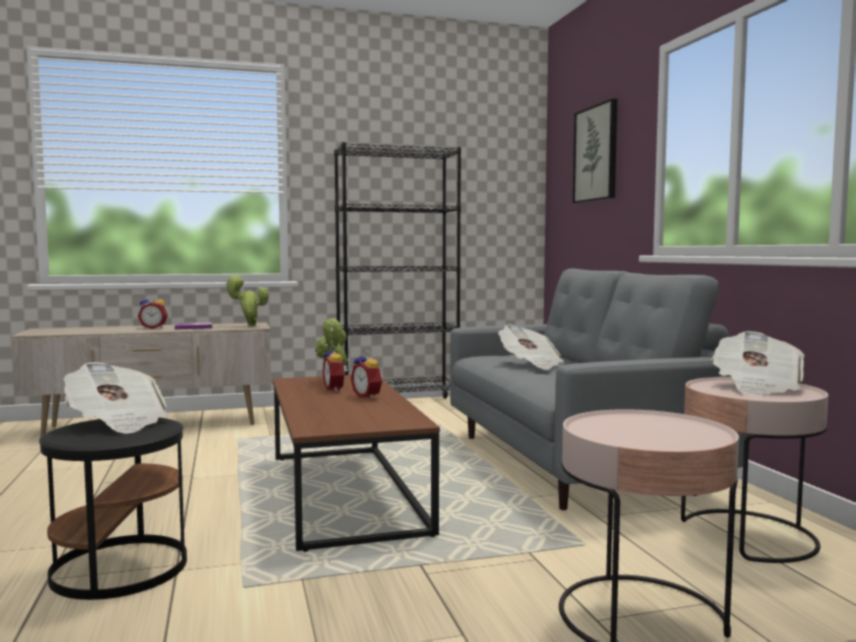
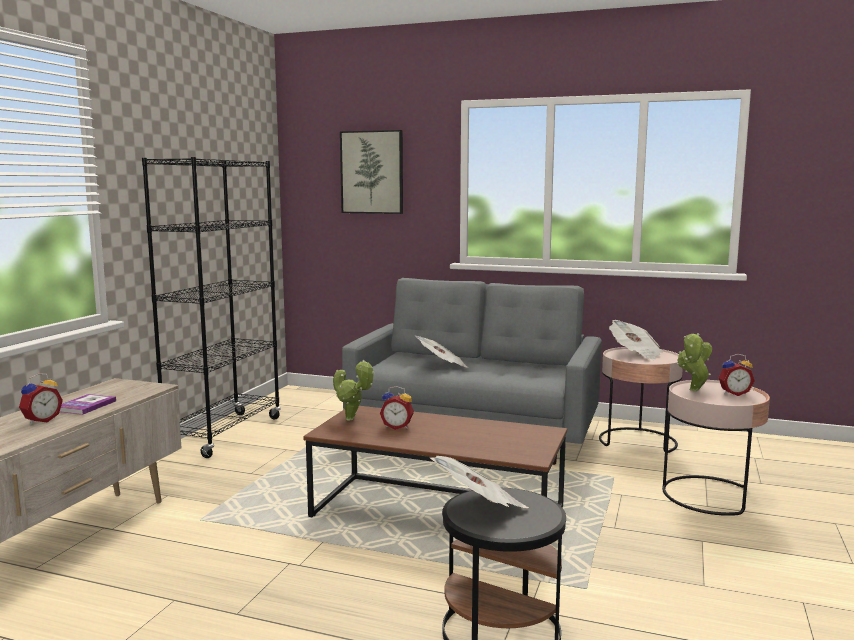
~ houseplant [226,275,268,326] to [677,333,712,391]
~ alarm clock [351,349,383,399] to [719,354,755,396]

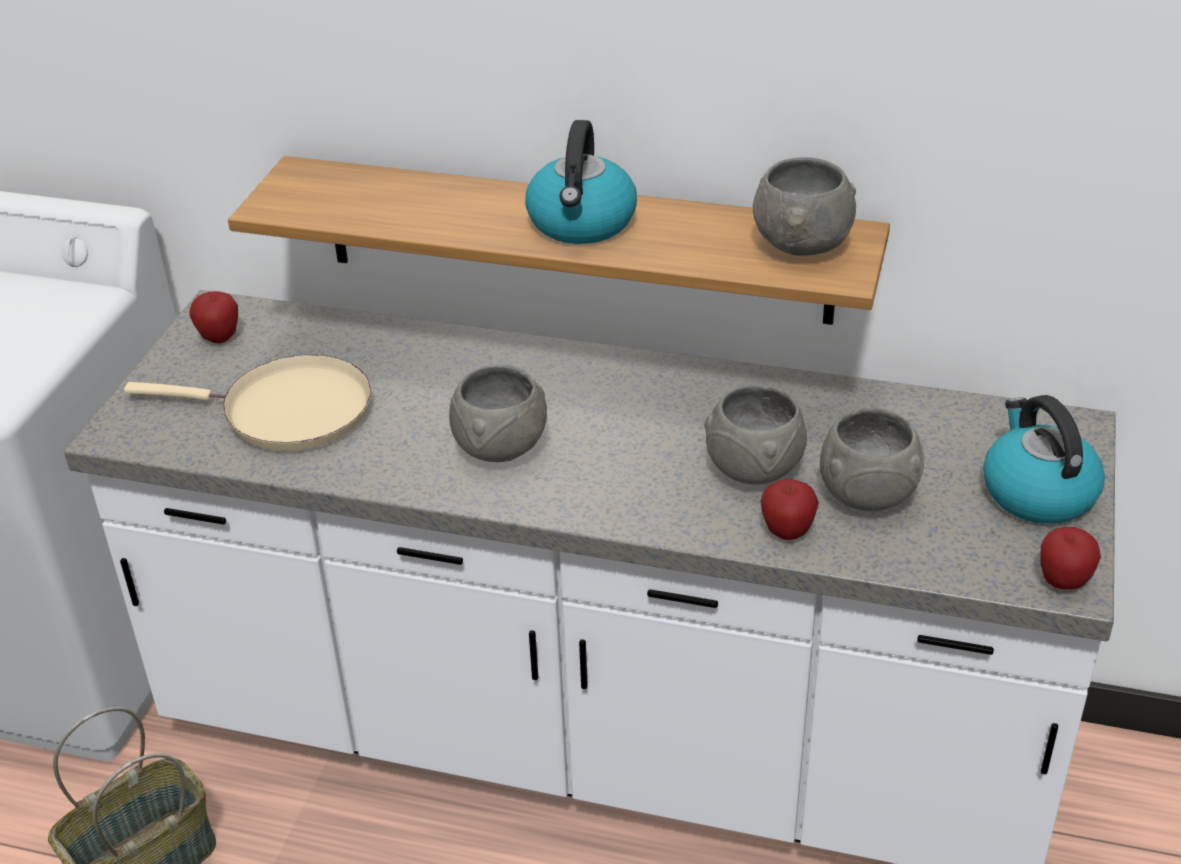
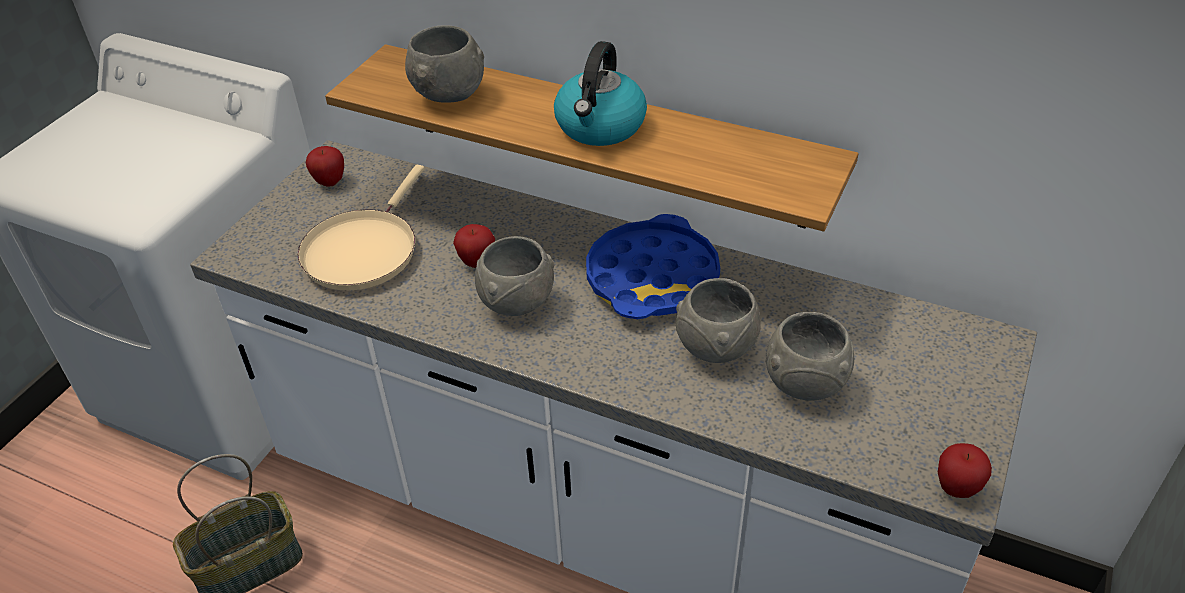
~ pan in beige [124,355,371,450] = [298,165,425,290] 90 degrees clockwise
~ bowl in greyish [753,157,856,256] to [405,25,484,102]
~ whole apple [760,479,819,540] to [453,224,495,268]
- tea kettle [983,395,1105,524]
+ tray in blue-coloured [586,214,720,319]

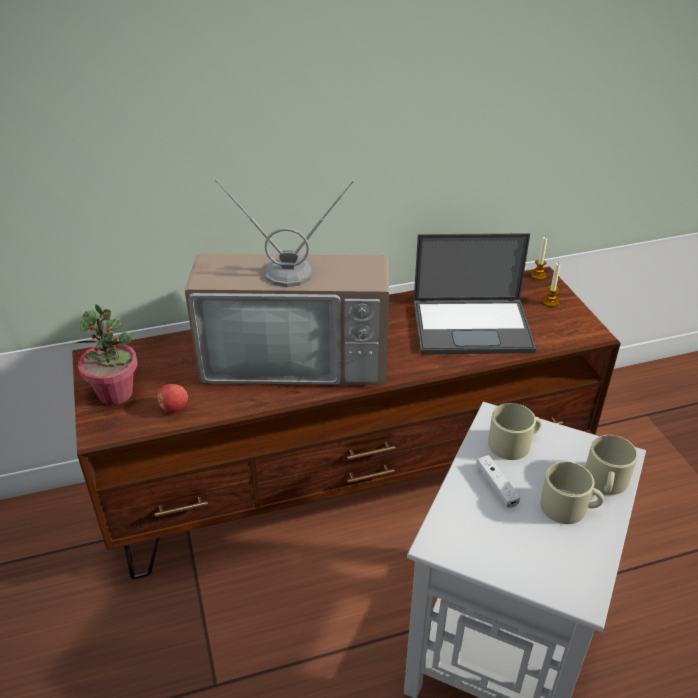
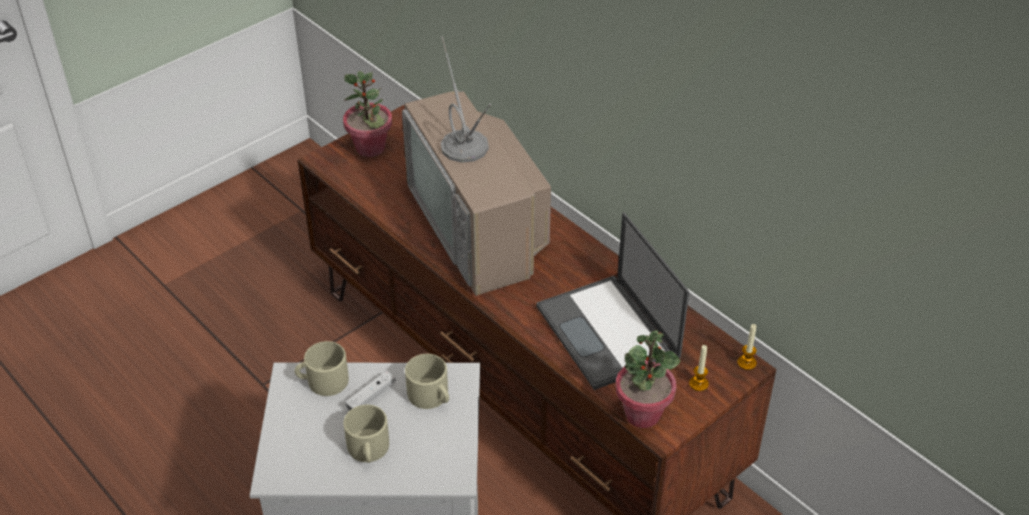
- whole apple [157,384,188,413]
~ tea mug in beige [585,435,638,495] to [294,341,349,396]
+ houseplant [615,330,680,428]

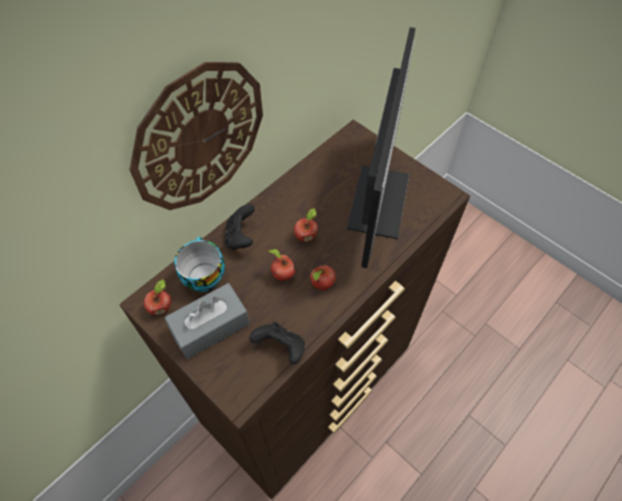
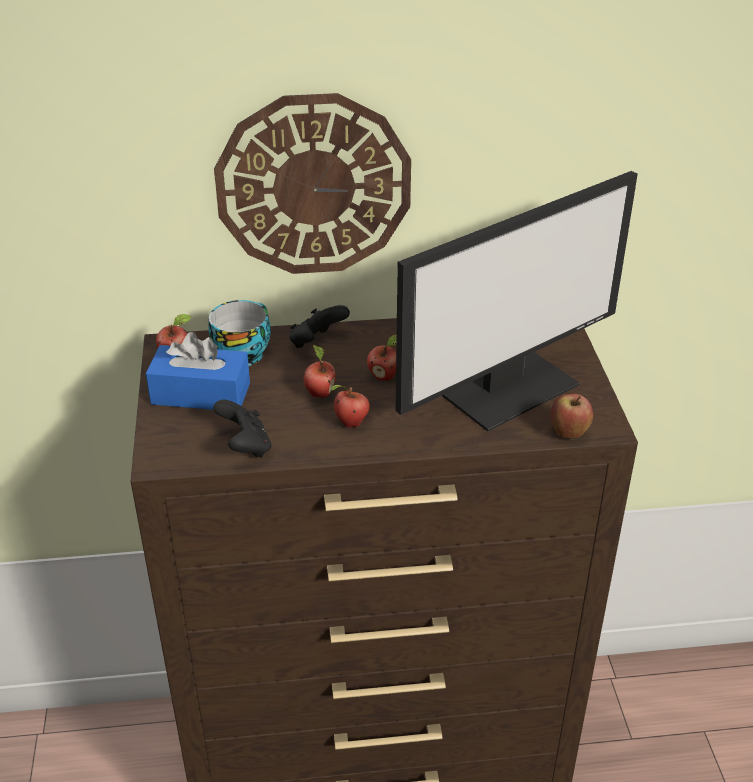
~ tissue box in greyish [165,283,250,359] to tissue box in blue-coloured [146,332,250,410]
+ whole apple [550,394,593,438]

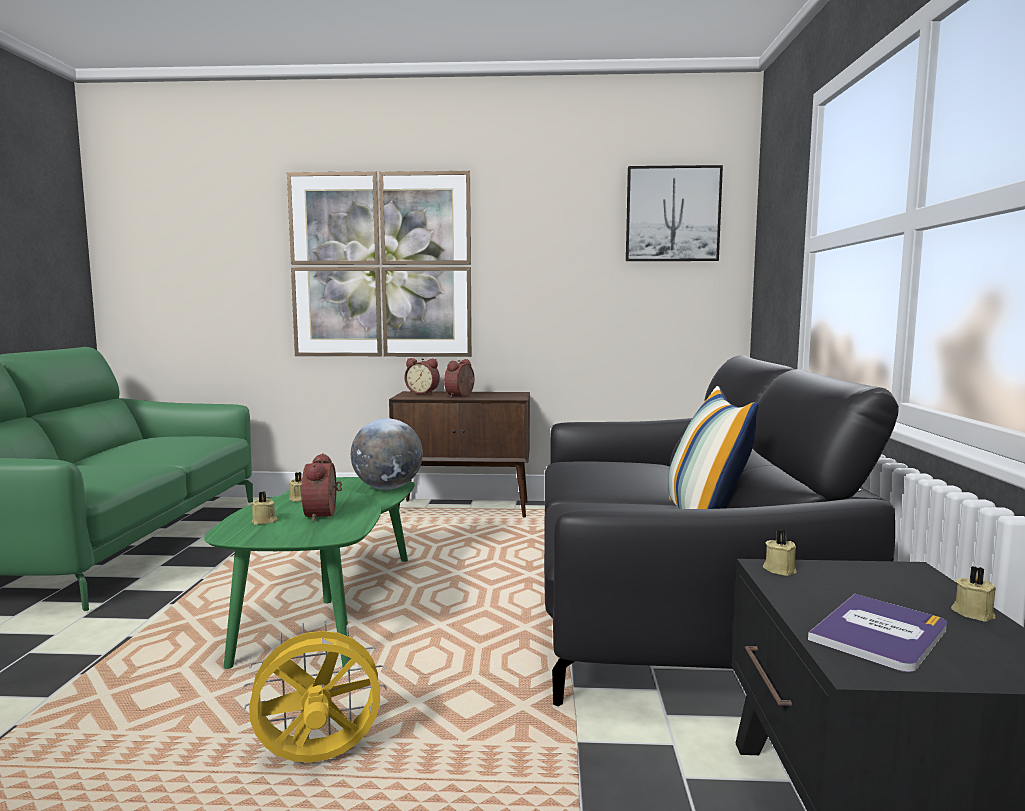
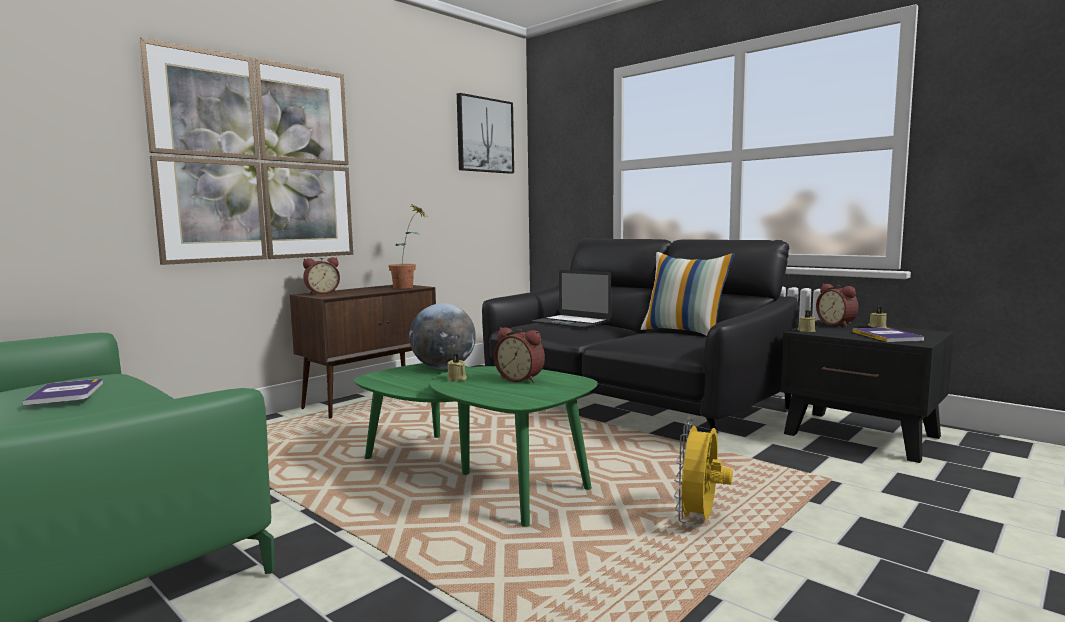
- wax light in beige [252,491,277,525]
~ alarm clock [444,359,474,398] to [816,284,858,327]
+ bound book [23,379,103,406]
+ houseplant [389,205,426,289]
+ laptop [532,270,611,328]

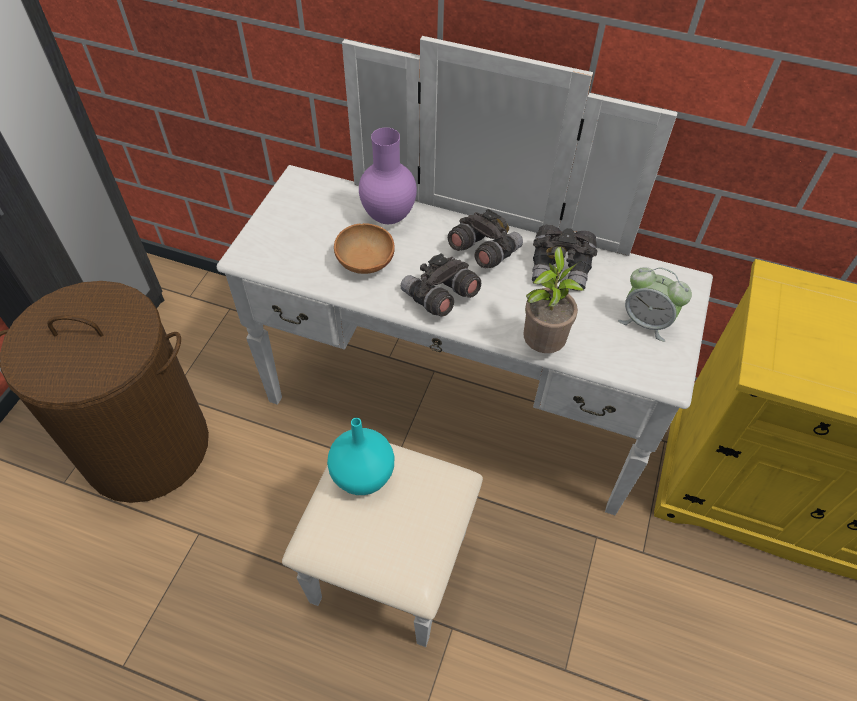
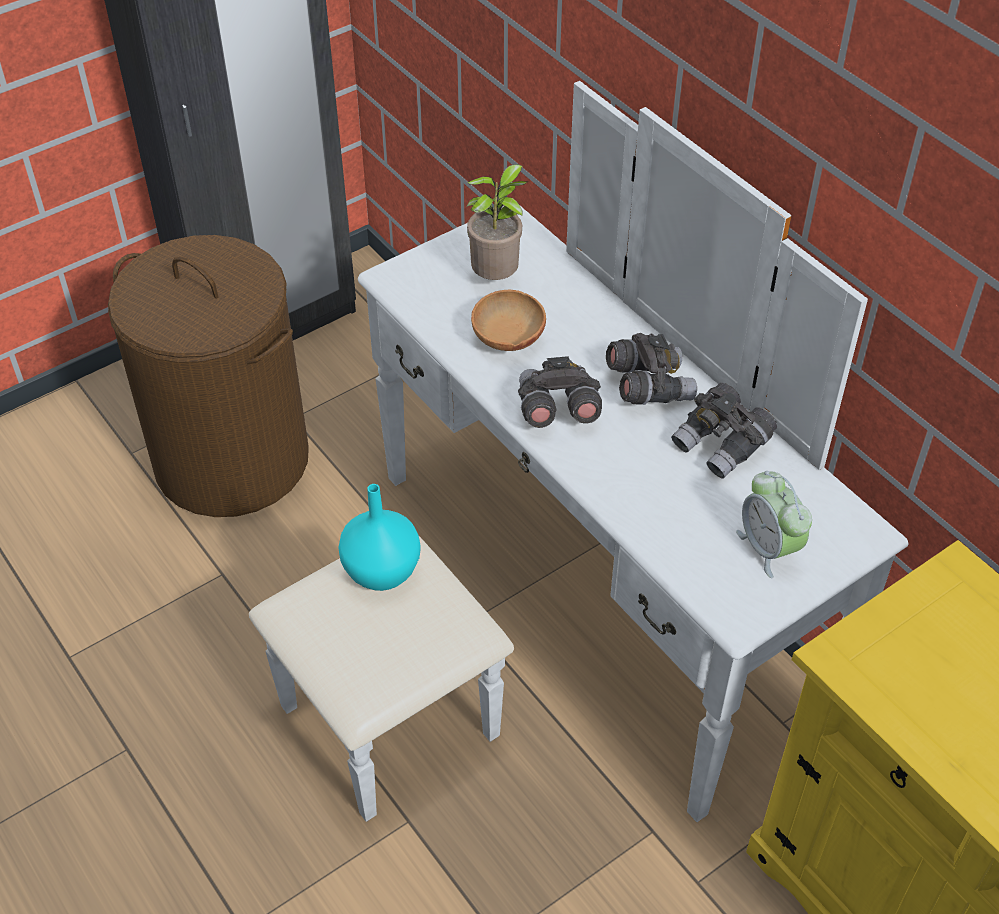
- decorative vase in purple-coloured [359,128,417,224]
~ houseplant [523,247,584,353] to [467,164,527,280]

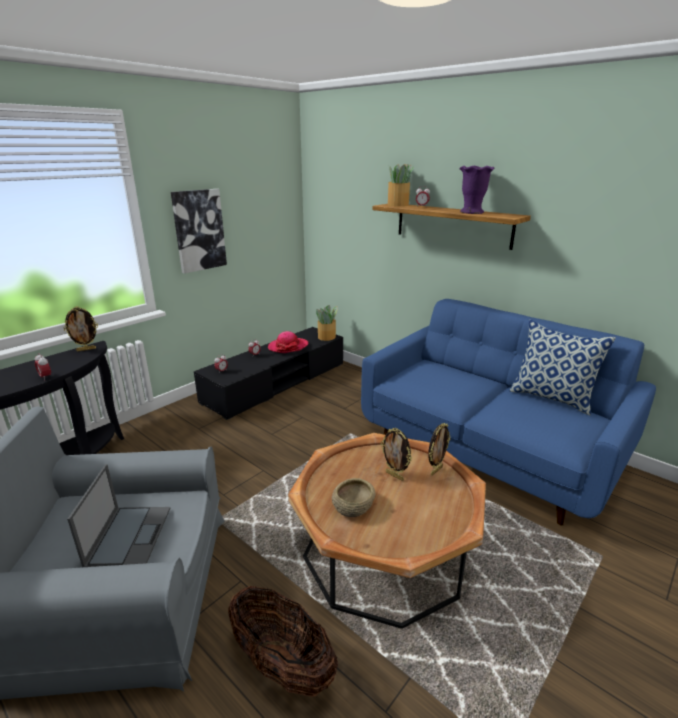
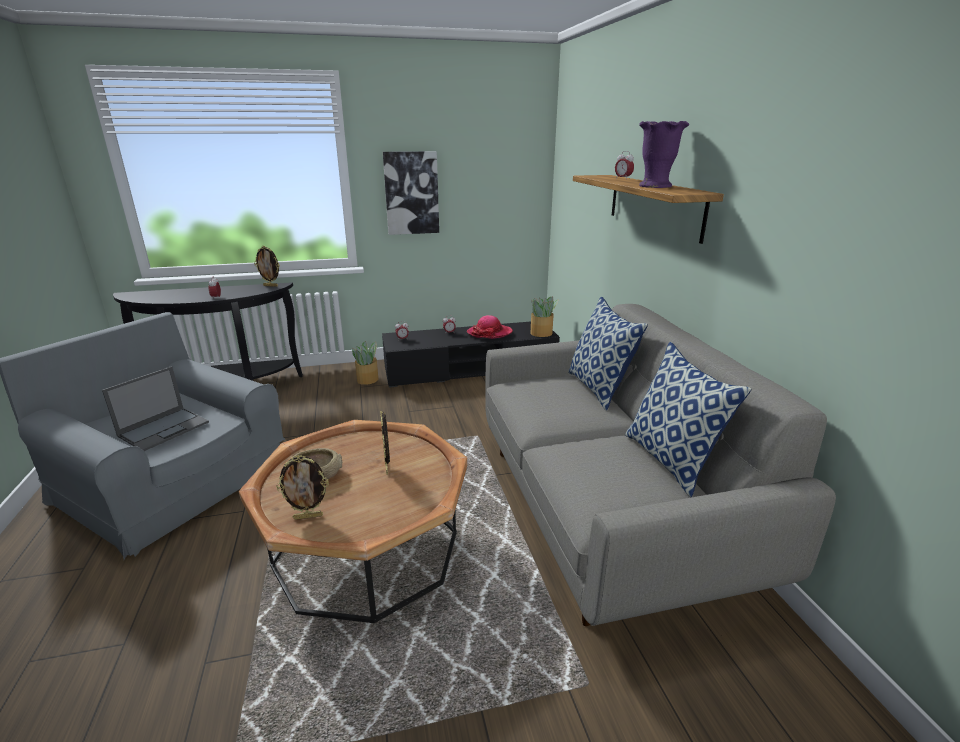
- household basket [228,586,338,697]
~ sofa in blue-coloured [361,299,656,526] to sofa in greyish [485,304,836,626]
~ houseplant [388,164,414,207] to [352,341,378,385]
~ picture frame [428,423,450,476] to [276,455,329,520]
+ cushion [568,297,648,411]

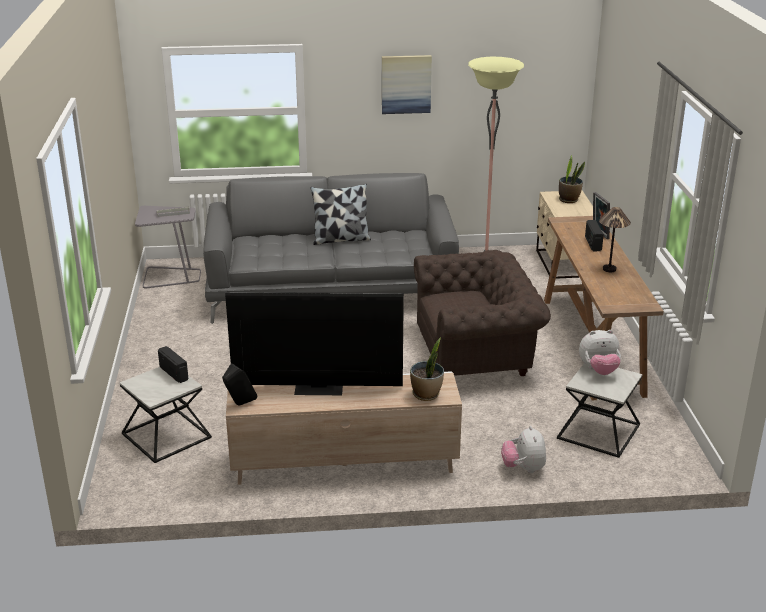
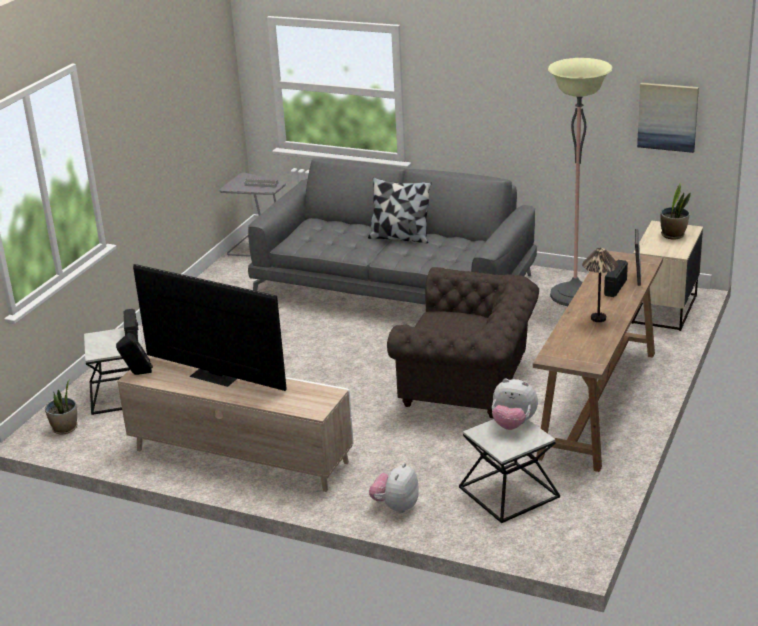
~ wall art [382,55,432,114] to [637,83,699,153]
~ houseplant [410,338,444,401] to [45,379,77,434]

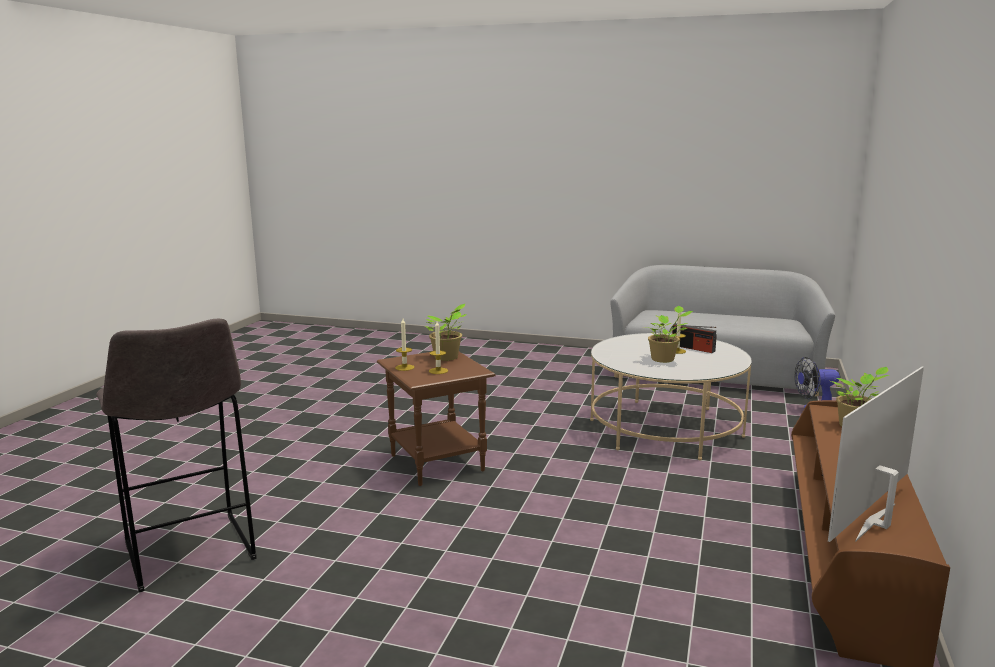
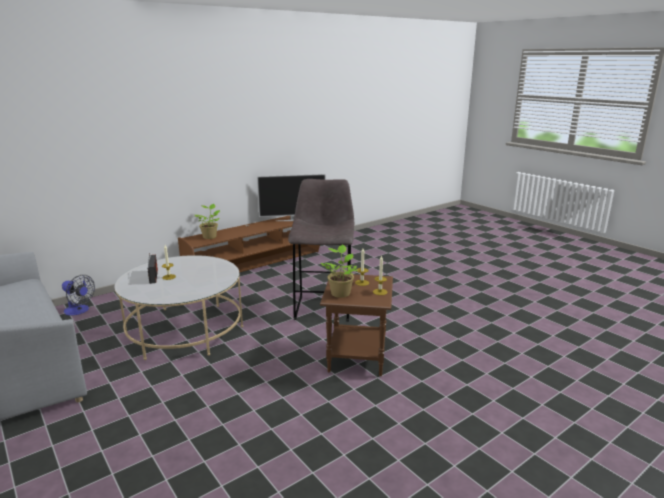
~ stool seat in greyish [96,319,256,593] to [288,179,354,322]
- houseplant [646,306,693,363]

